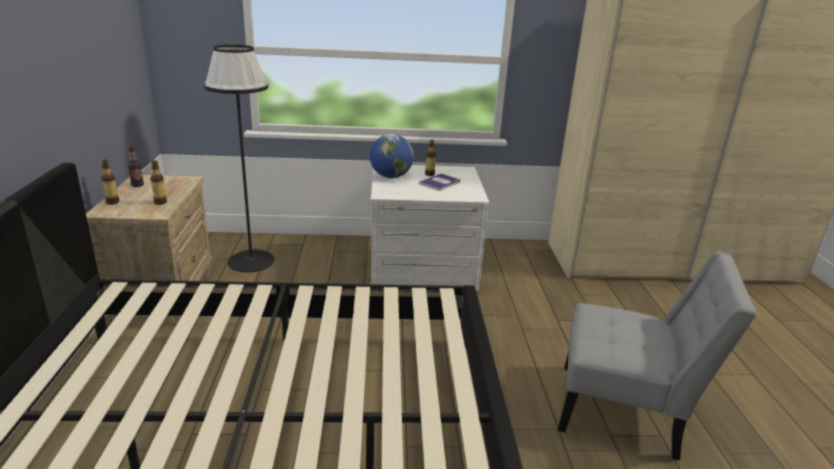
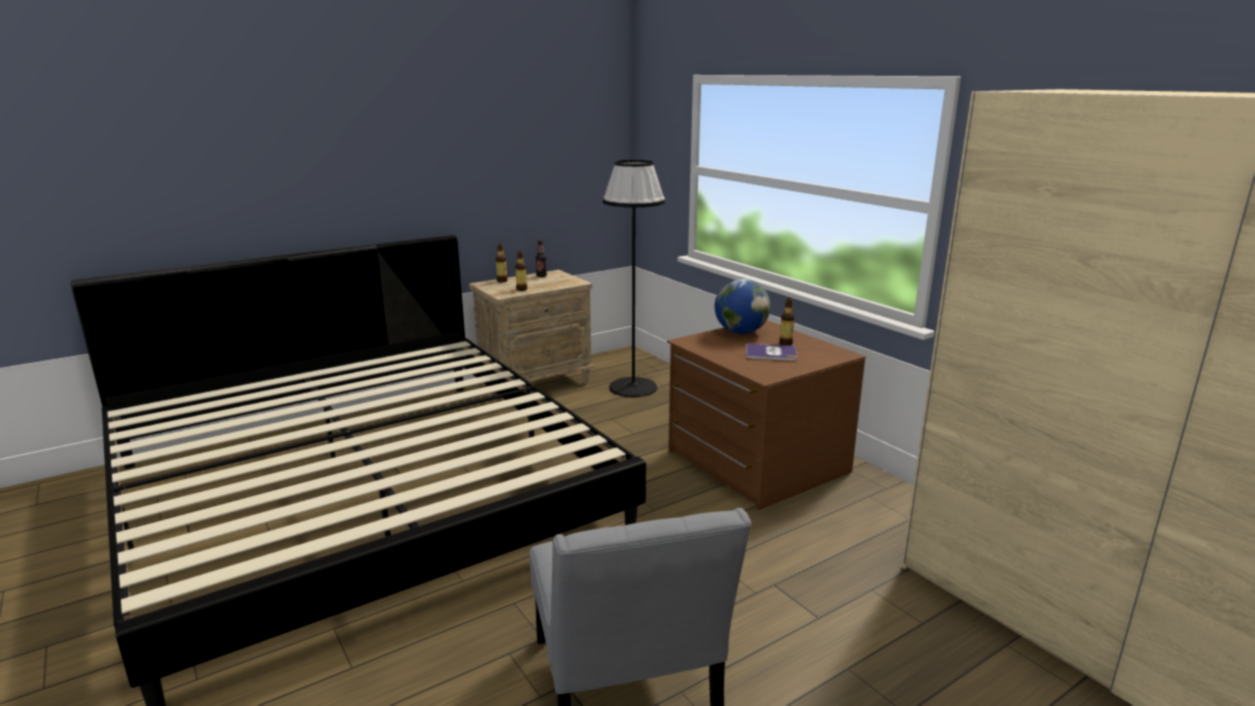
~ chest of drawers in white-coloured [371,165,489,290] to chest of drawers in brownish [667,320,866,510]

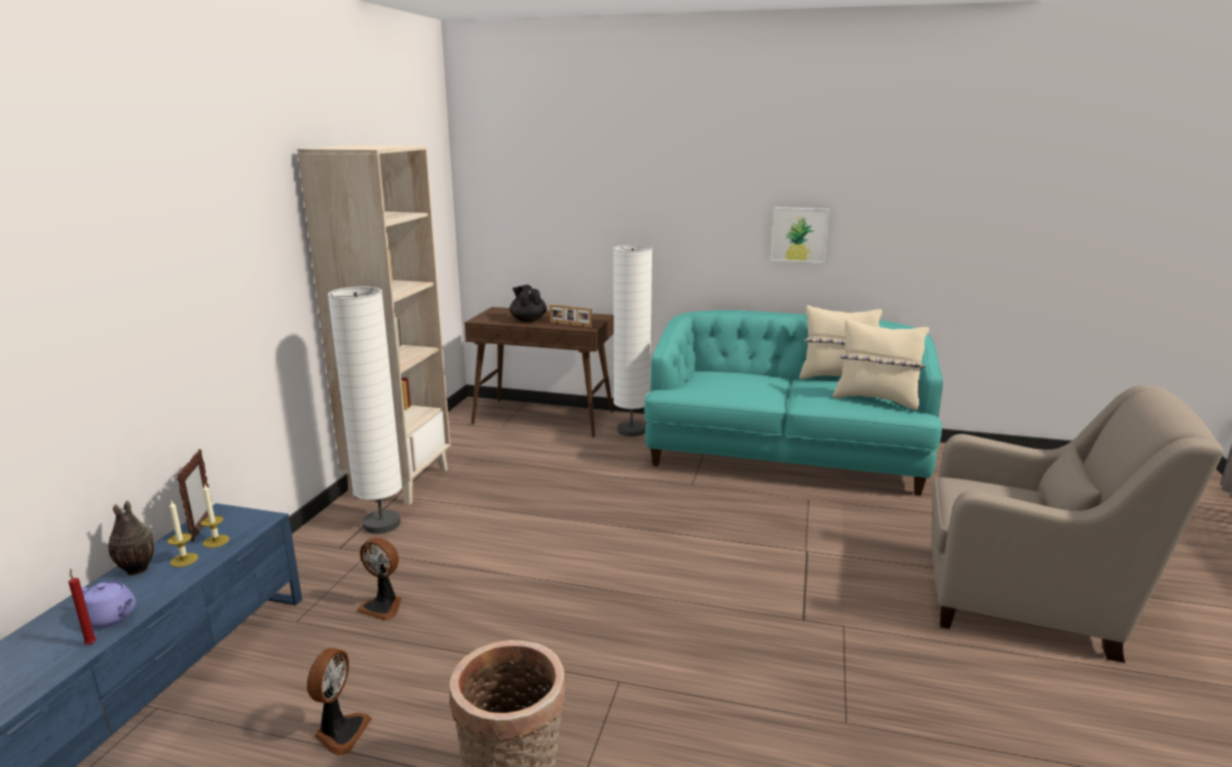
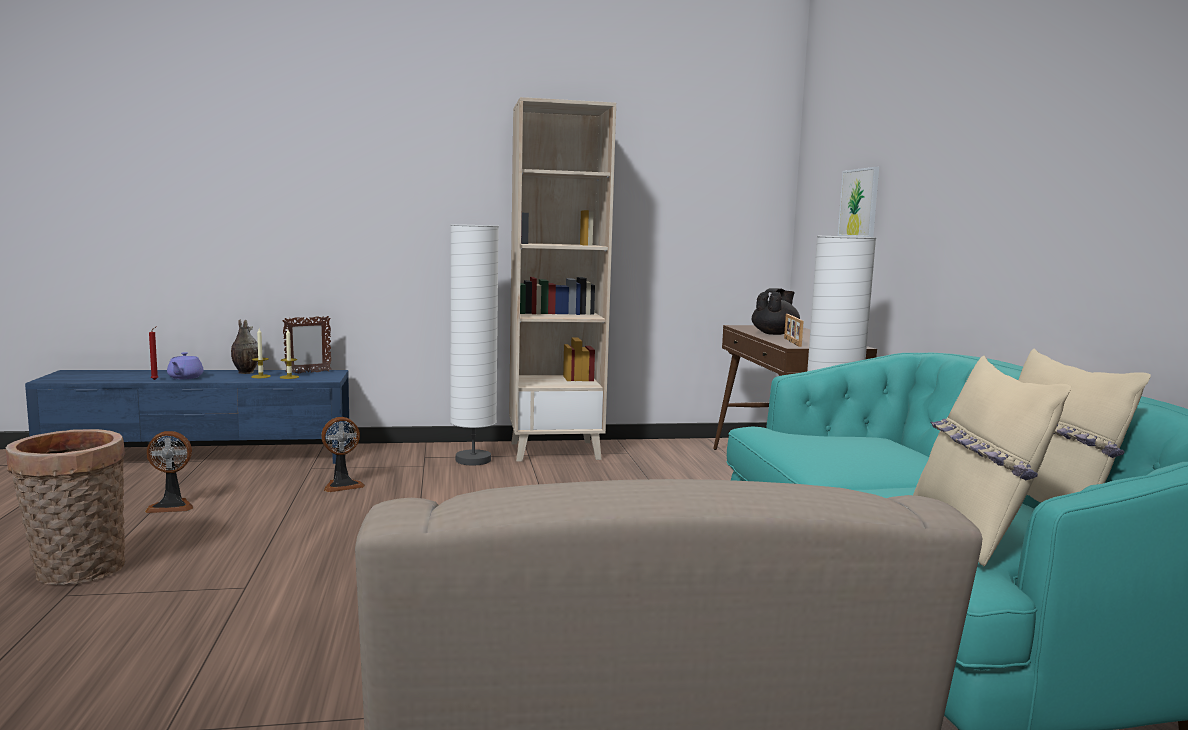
~ cooling fan [357,537,402,621] = [321,417,365,492] 120 degrees counterclockwise
~ wall art [771,207,830,263] to [838,167,879,237]

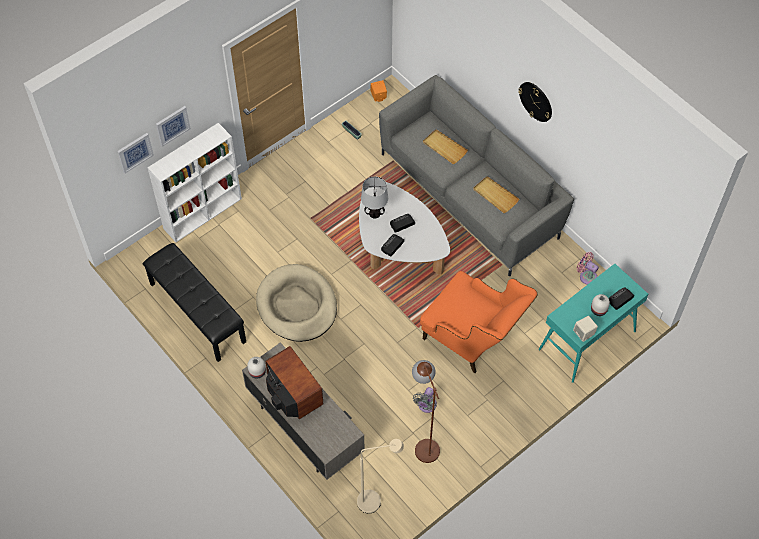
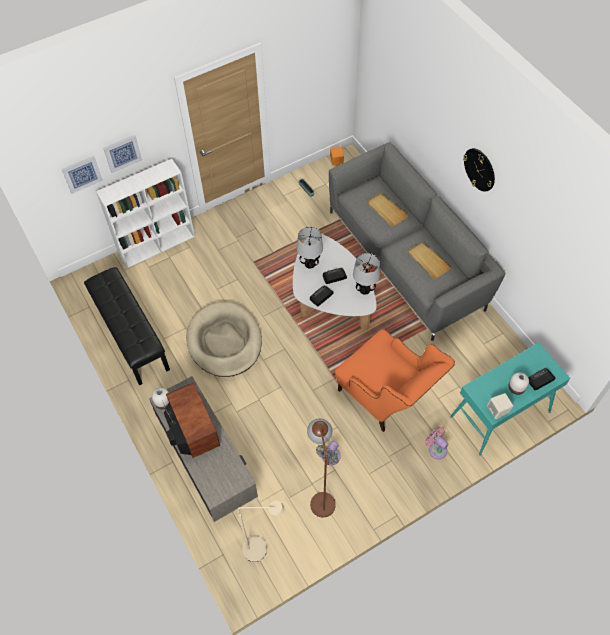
~ cooling fan in pinkish [576,252,599,285] to [426,426,448,459]
+ tabletop lamp [353,253,380,295]

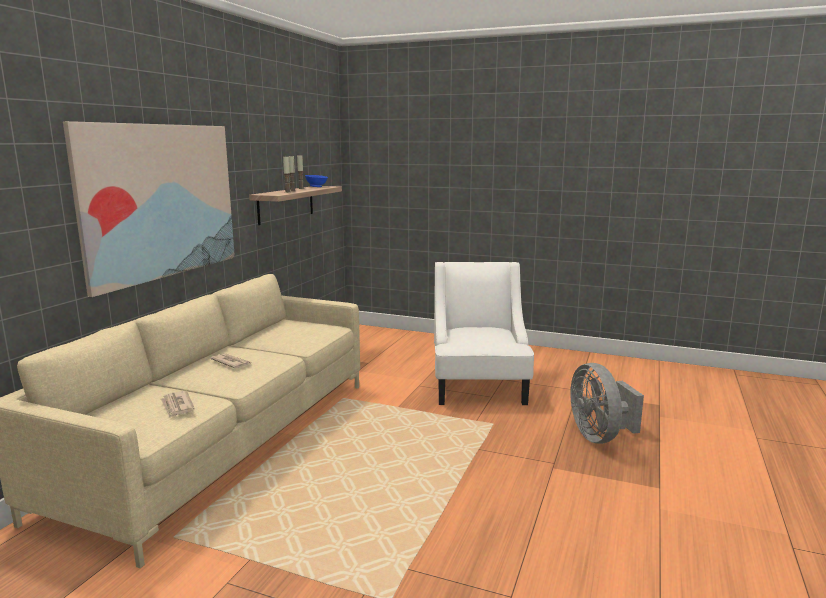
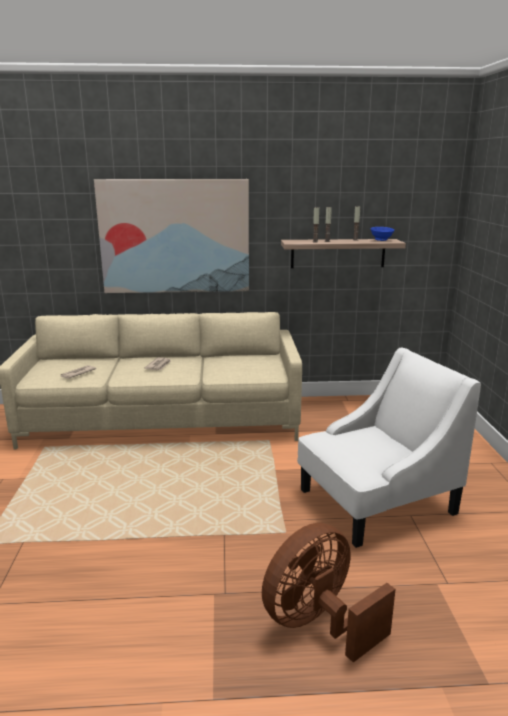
~ cooling fan in greyish [570,363,644,444] to cooling fan in brownish [262,523,396,663]

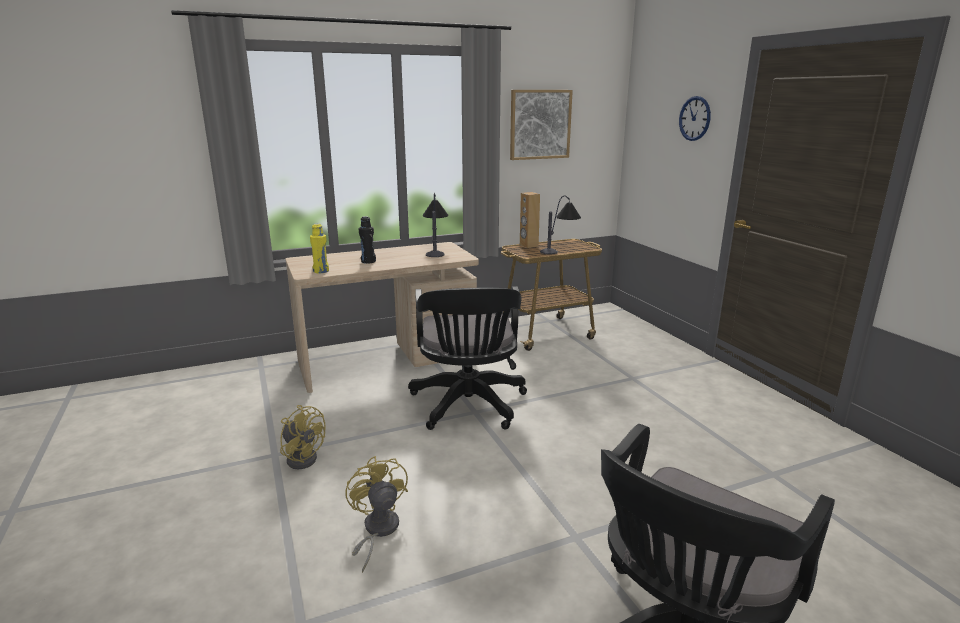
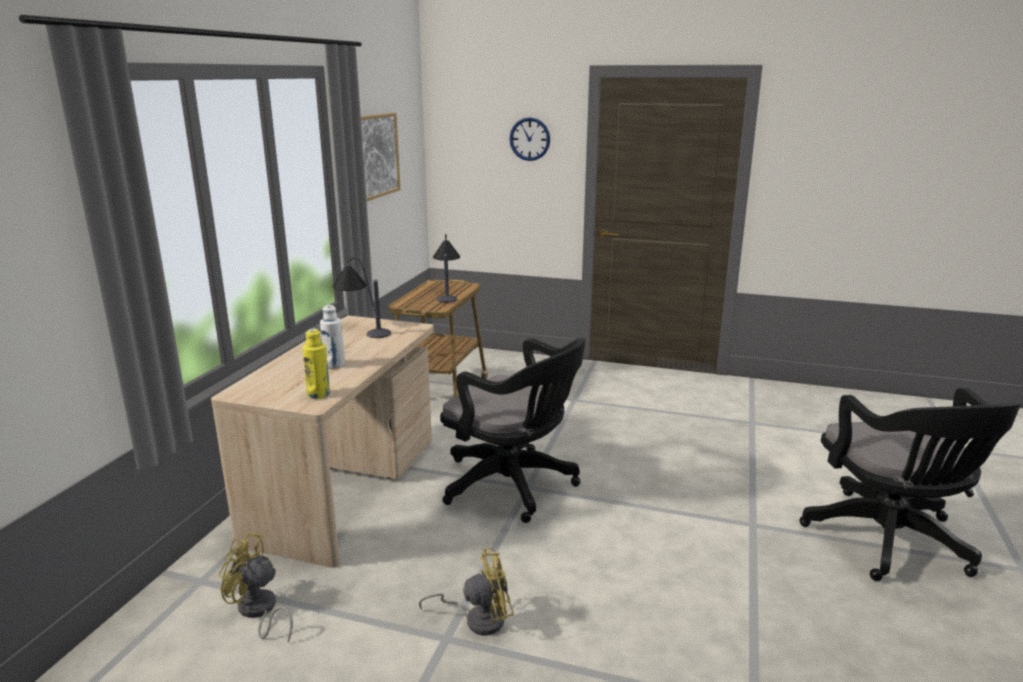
~ cooling fan in yellow-coloured [345,456,408,573] to [218,532,293,642]
~ beverage bottle in blackish [359,216,376,264] to beverage bottle in white-coloured [320,305,345,369]
- audio speaker in brownish [520,192,540,248]

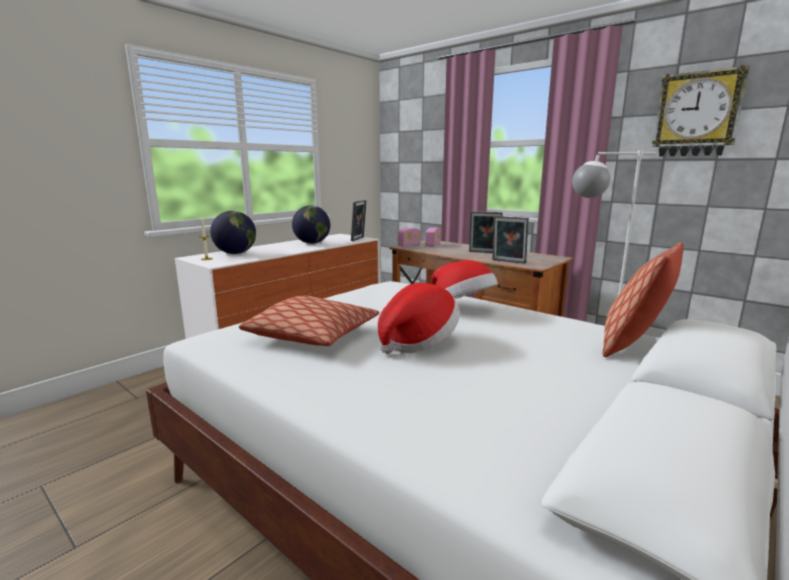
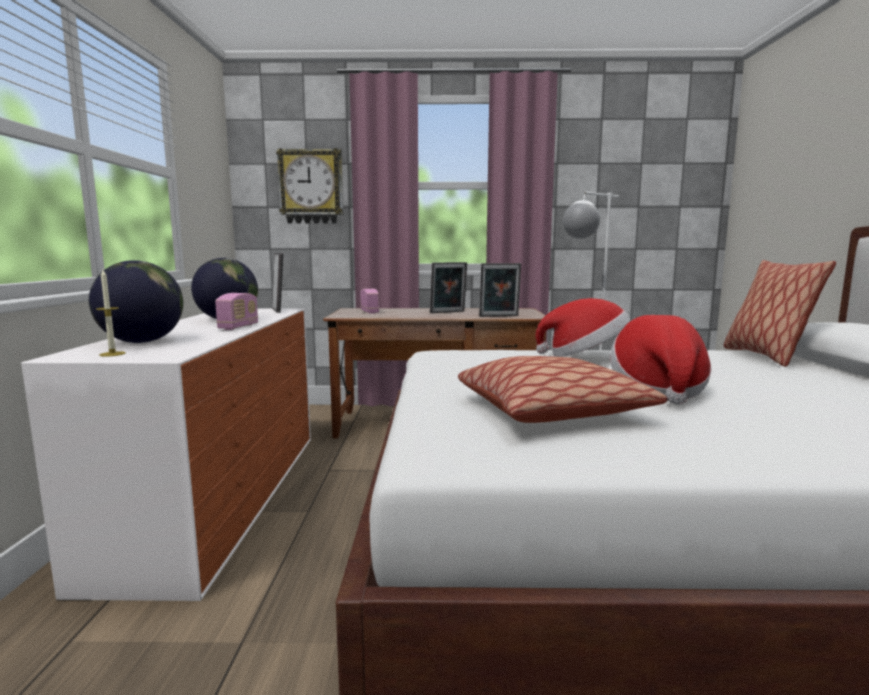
~ radio set [398,227,421,247] to [215,293,258,330]
~ hanging clock [652,65,750,156] to [276,148,343,224]

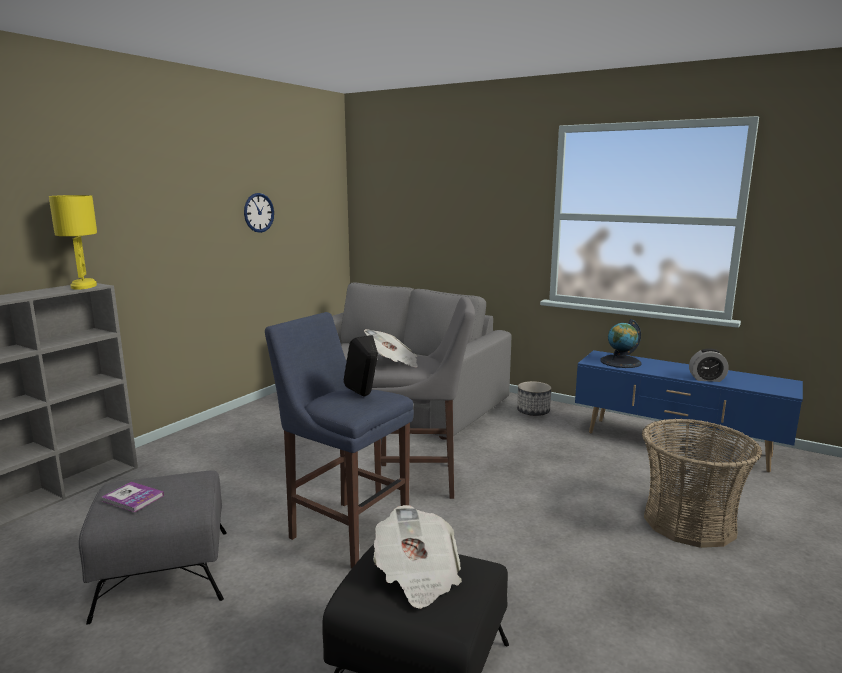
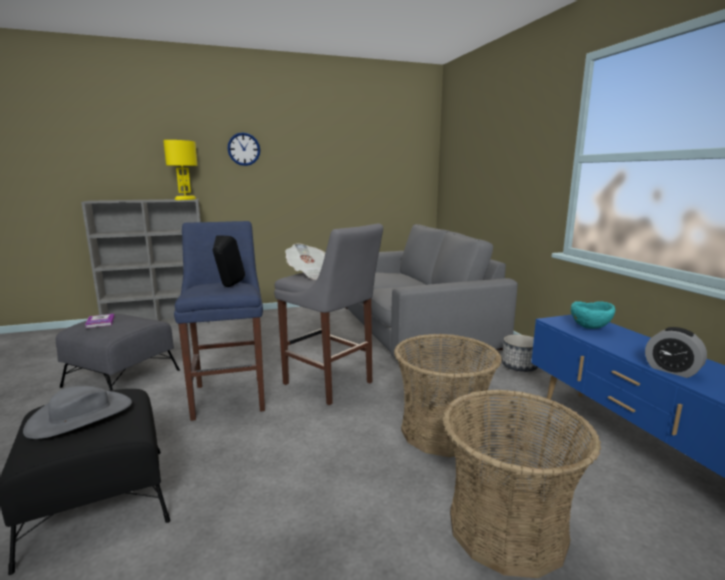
~ hanging clock [244,193,274,233] to [228,133,260,166]
~ daily paper [373,505,462,609] to wearable hat in greyish [23,386,132,439]
~ globe [600,319,642,368] to bowl in turquoise-coloured [571,301,615,329]
+ household basket [394,334,502,457]

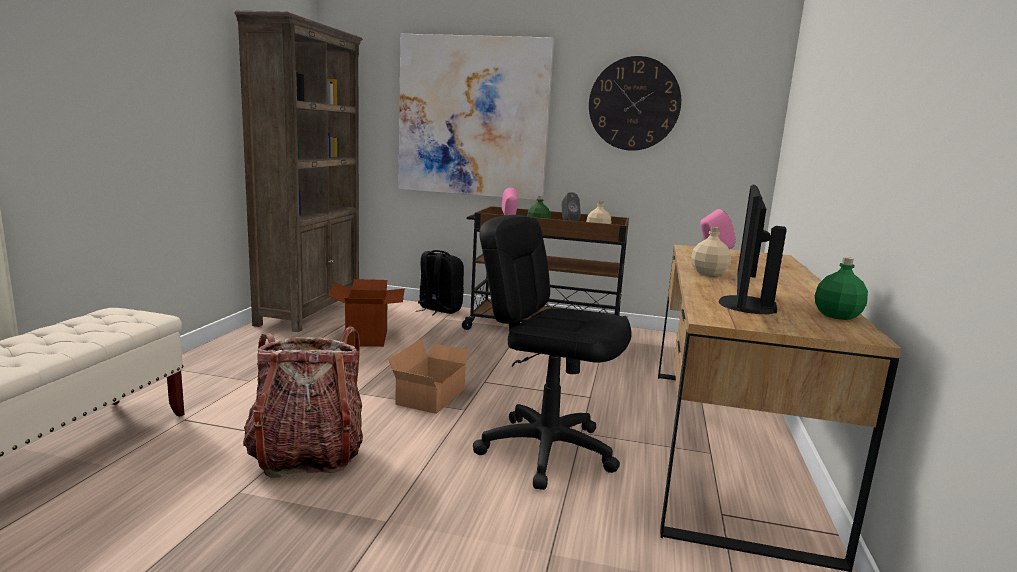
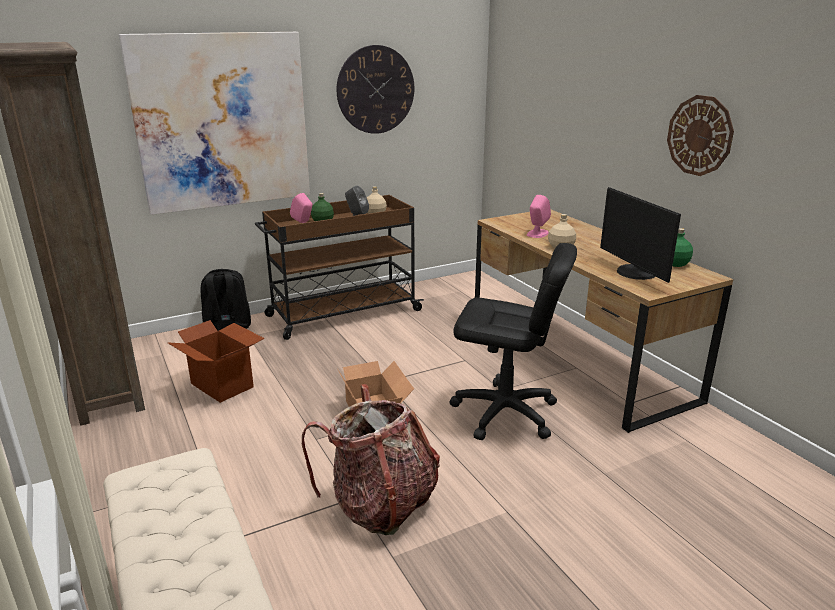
~ desk chair in blackish [473,215,632,490] = [449,243,577,440] 150 degrees counterclockwise
+ hanging clock [667,95,734,176]

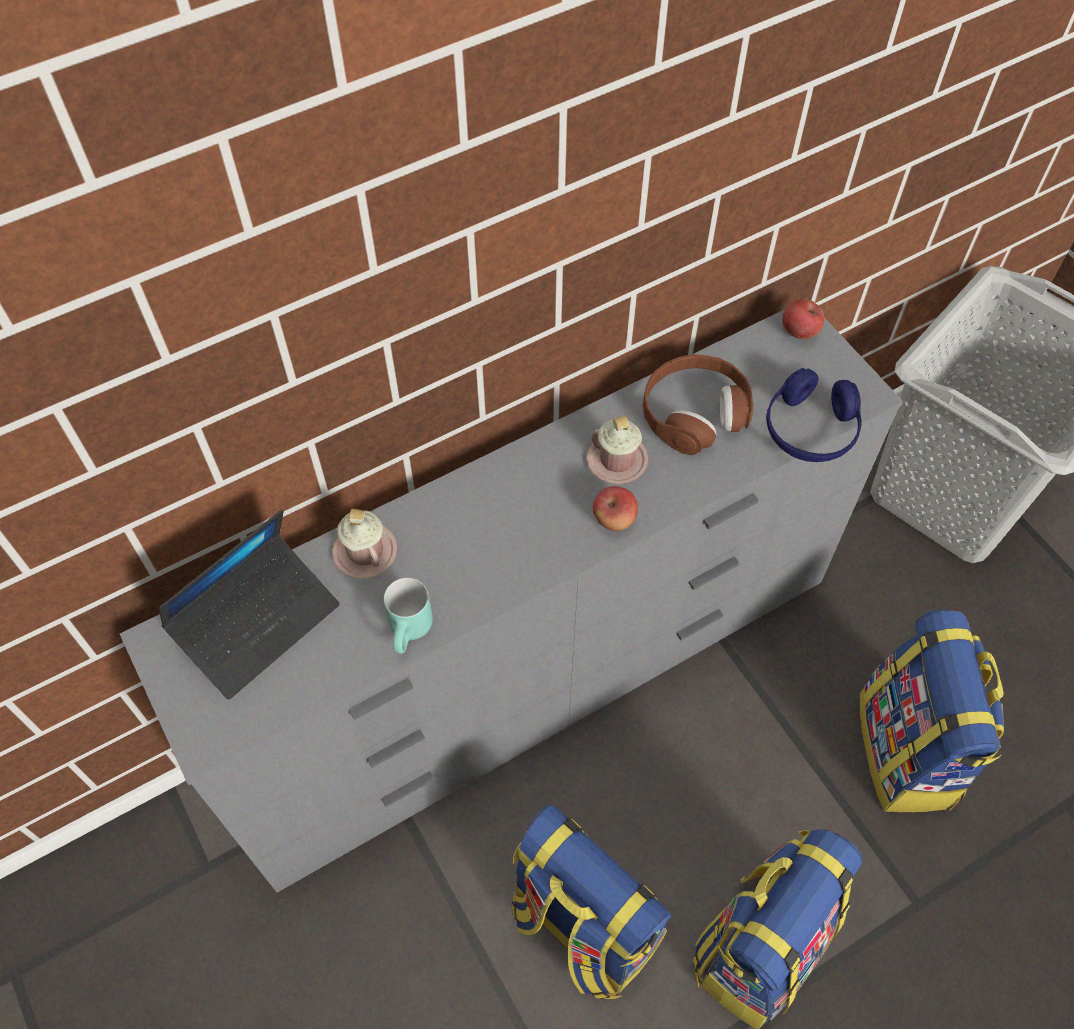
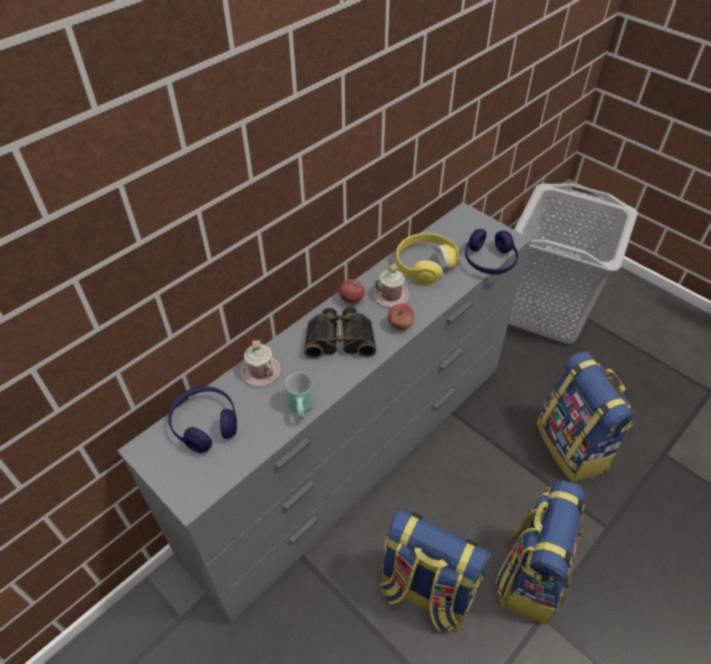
~ laptop [159,509,340,699] to headset in blue-coloured [168,386,237,453]
~ headset in brownish [643,354,753,455] to headset in yellow-coloured [396,233,459,286]
~ whole apple [782,299,824,339] to [339,279,365,304]
+ pair of binoculars [304,307,376,359]

